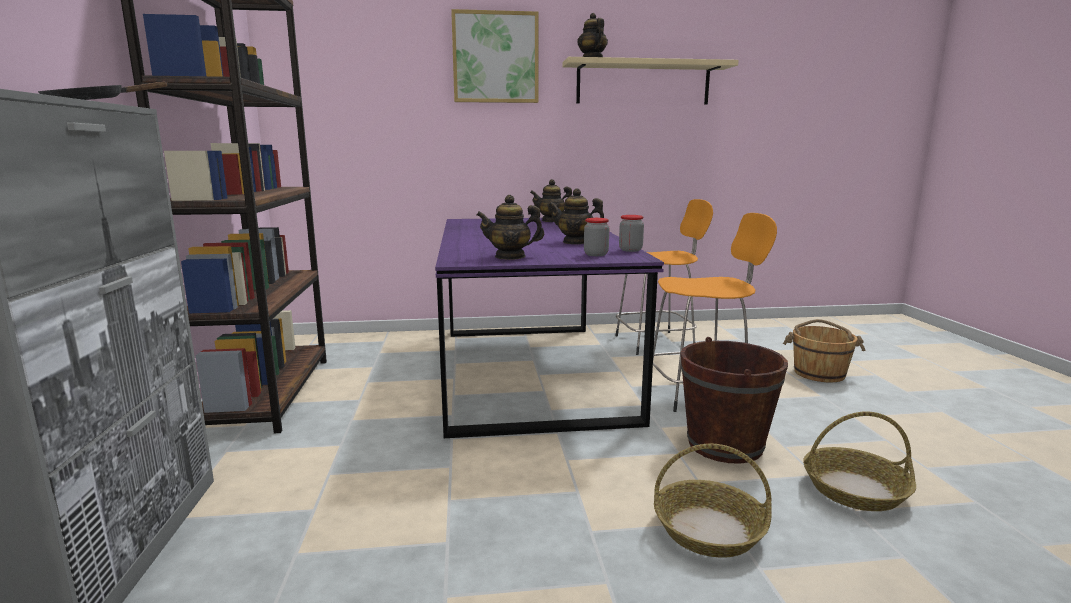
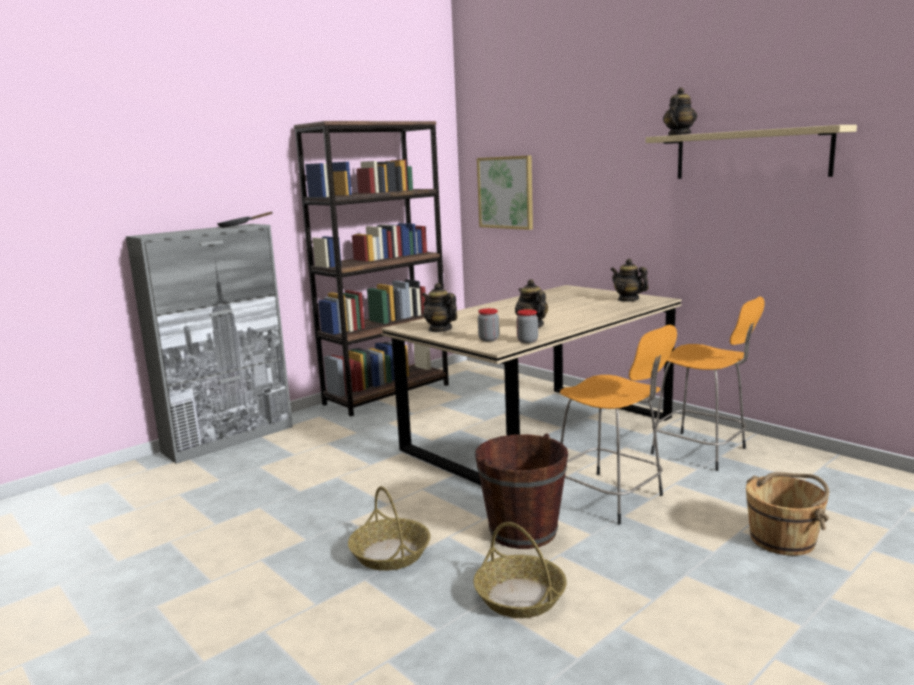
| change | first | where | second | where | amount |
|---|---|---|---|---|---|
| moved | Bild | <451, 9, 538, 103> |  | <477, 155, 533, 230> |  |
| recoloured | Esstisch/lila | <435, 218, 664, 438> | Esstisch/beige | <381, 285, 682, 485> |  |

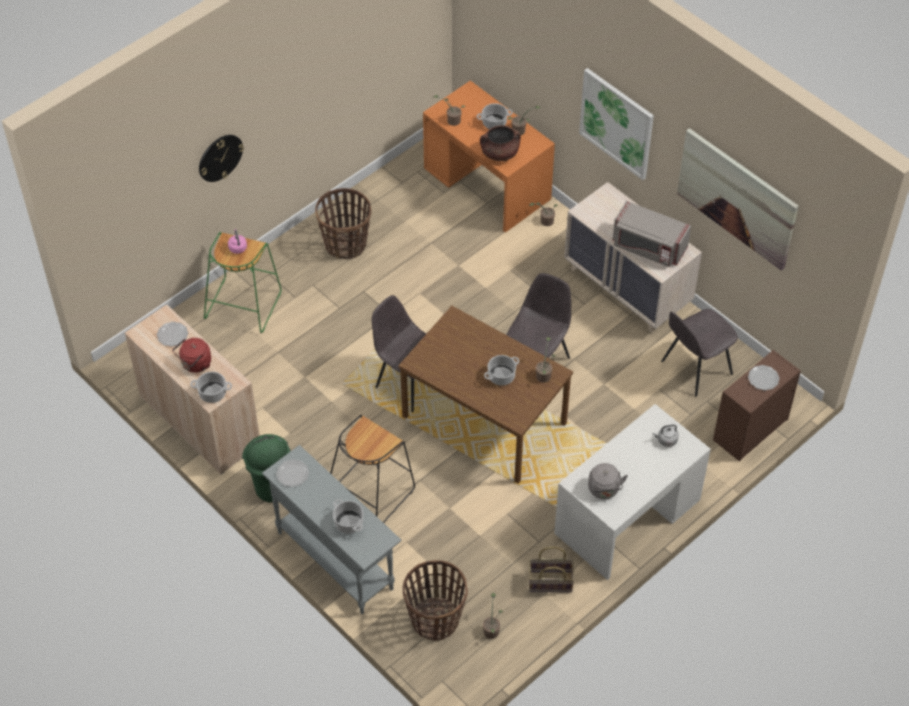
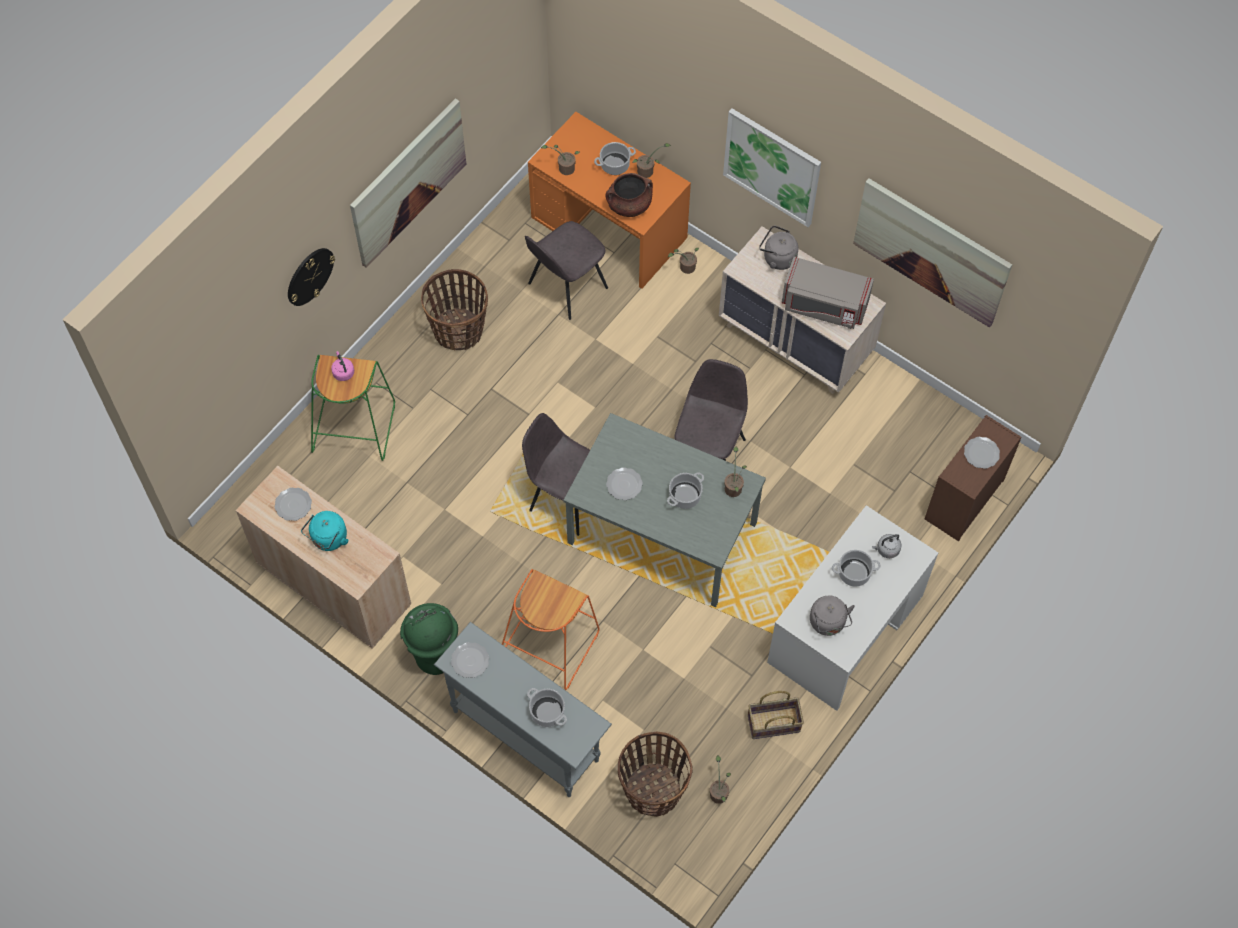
| change | first | where | second | where | amount |
|---|---|---|---|---|---|
| added |  |  | Bild | <350, 98, 466, 268> |  |
| added |  |  | Teller | <606, 467, 643, 500> |  |
| added |  |  | Wasserkessel/grau | <759, 225, 798, 270> |  |
| moved | Kochtopf | <190, 372, 232, 403> |  | <832, 550, 880, 587> |  |
| moved | Stuhl/grau | <661, 309, 738, 397> |  | <525, 221, 608, 320> |  |
| recoloured | Wasserkessel/rot | <172, 338, 211, 373> | Wasserkessel/türkis | <301, 511, 348, 551> |  |
| recoloured | Hocker/schwarz | <330, 415, 415, 523> | Hocker/orange | <502, 569, 600, 690> |  |
| recoloured | Esstisch/braun | <398, 306, 573, 484> | Esstisch/grau | <563, 413, 766, 607> |  |

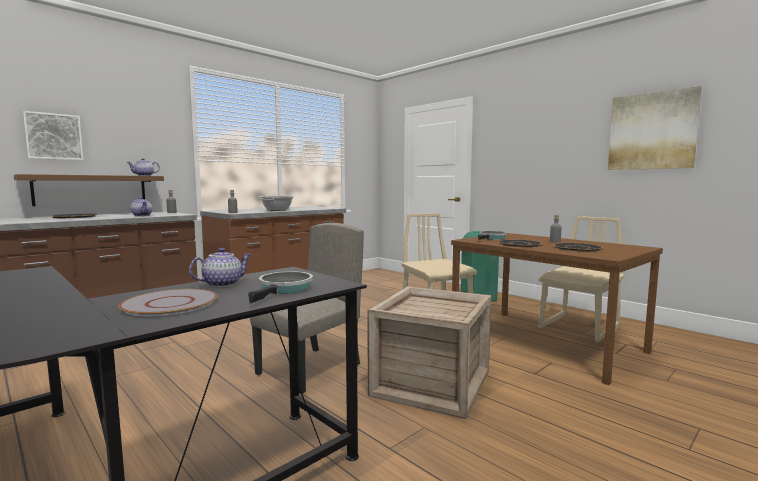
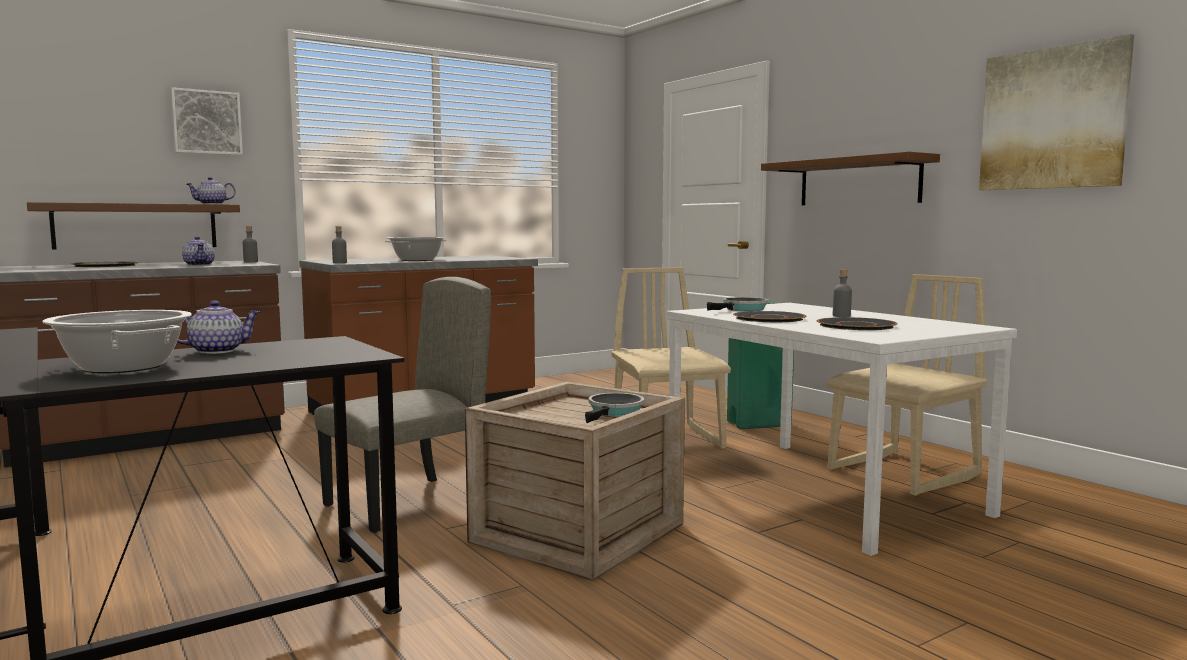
| change | first | where | second | where | amount |
|---|---|---|---|---|---|
| added |  |  | Wandregal/braun | <761, 151, 940, 205> |  |
| moved | Bild | <23, 111, 83, 160> |  | <171, 87, 243, 155> |  |
| moved | Pfanne | <248, 271, 313, 303> |  | <585, 393, 644, 423> |  |
| replaced | Teller/grau | <118, 289, 218, 317> | Kochtopf | <43, 310, 192, 373> |  |
| recoloured | Esstisch/braun | <451, 233, 663, 385> | Esstisch/weiß | <667, 303, 1017, 556> |  |

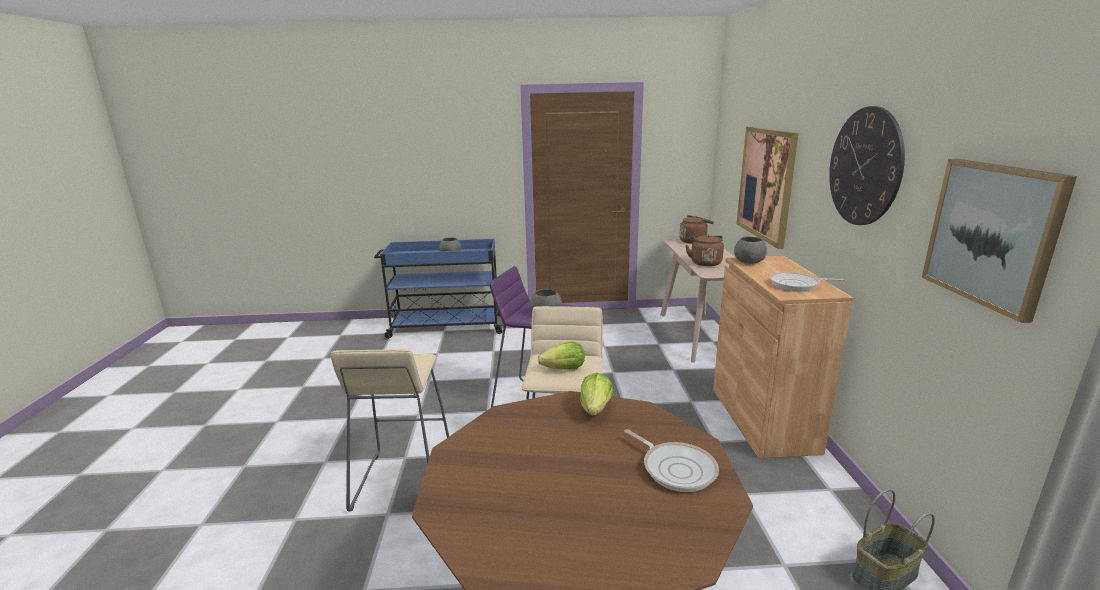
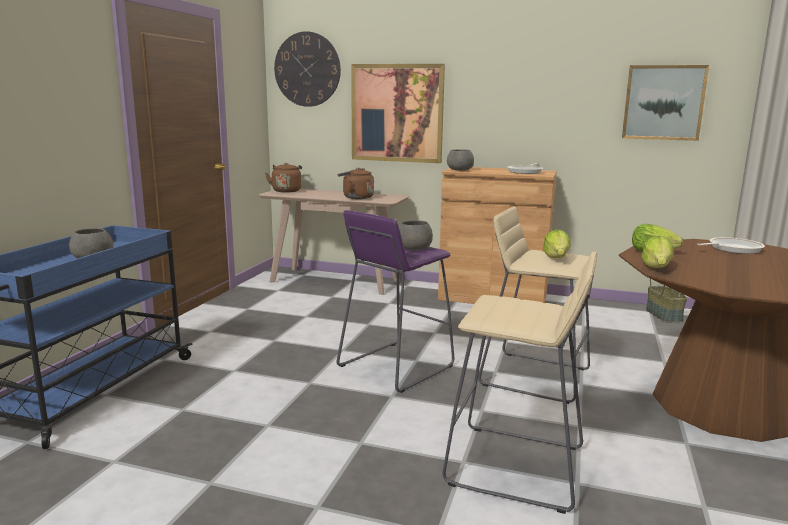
| change | first | where | second | where | amount |
|---|---|---|---|---|---|
| added |  |  | Salatkopf | <641, 236, 674, 268> |  |
| moved | Wanduhr | <829, 106, 905, 225> |  | <274, 31, 341, 107> |  |

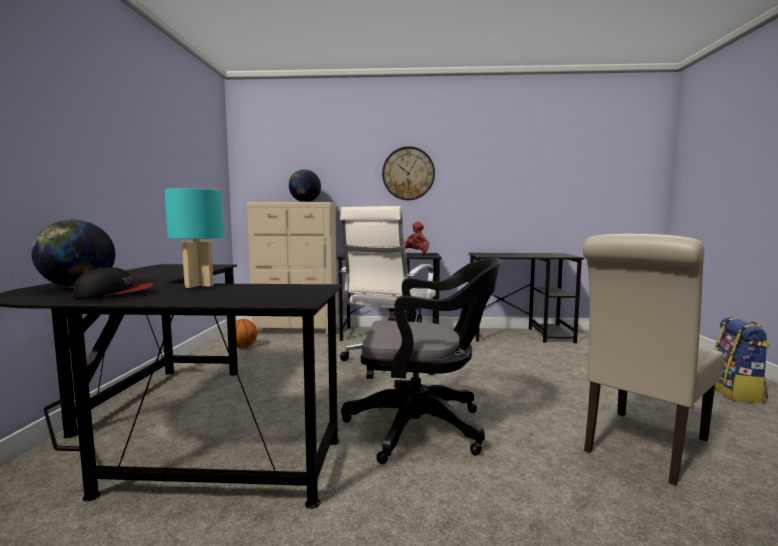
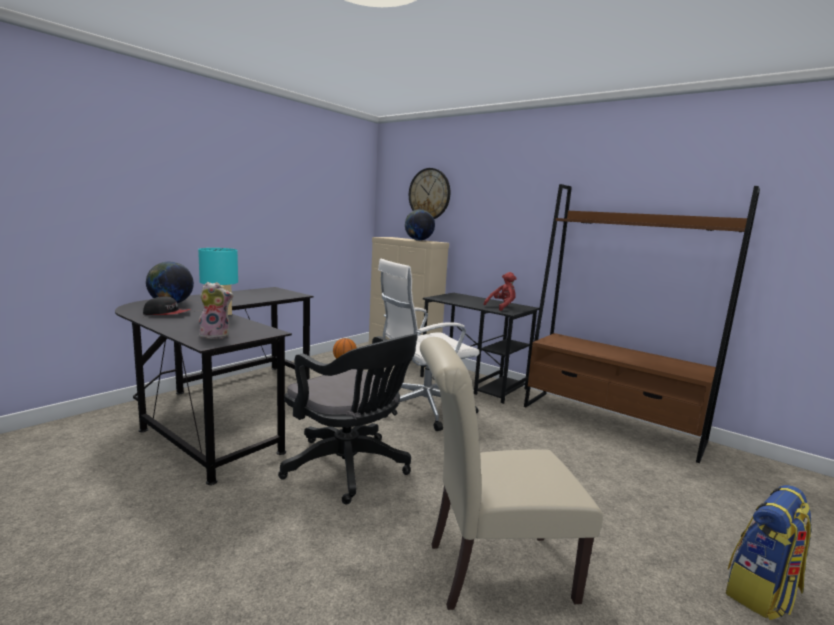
| change | first | where | second | where | amount |
|---|---|---|---|---|---|
| added |  |  | Plüschtier | <199, 282, 233, 339> |  |
| moved | Wanduhr | <382, 146, 435, 200> |  | <409, 168, 450, 219> |  |
| replaced | Schreibtisch/schwarz | <469, 253, 584, 343> | Bücherregal/braun | <524, 184, 760, 463> |  |

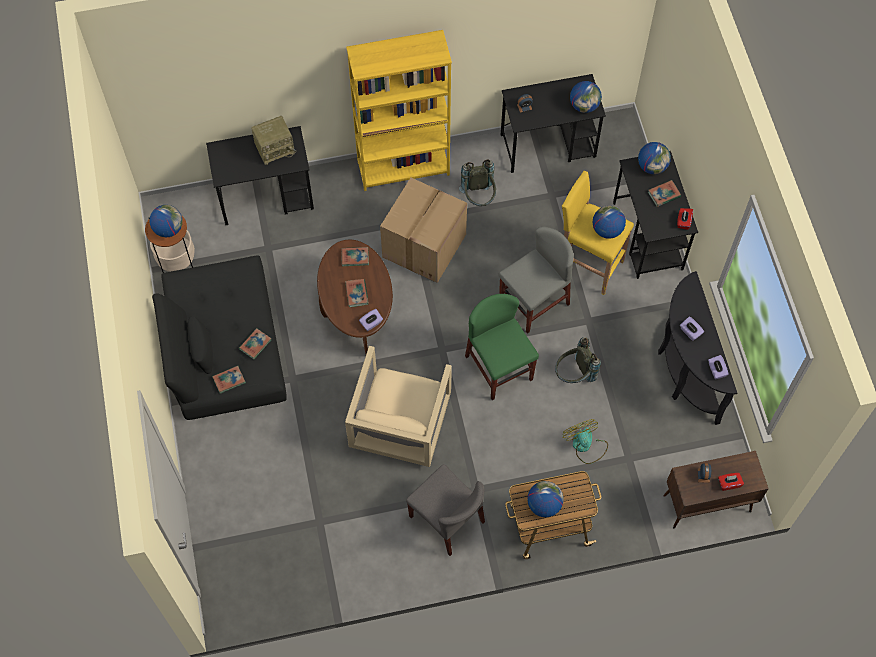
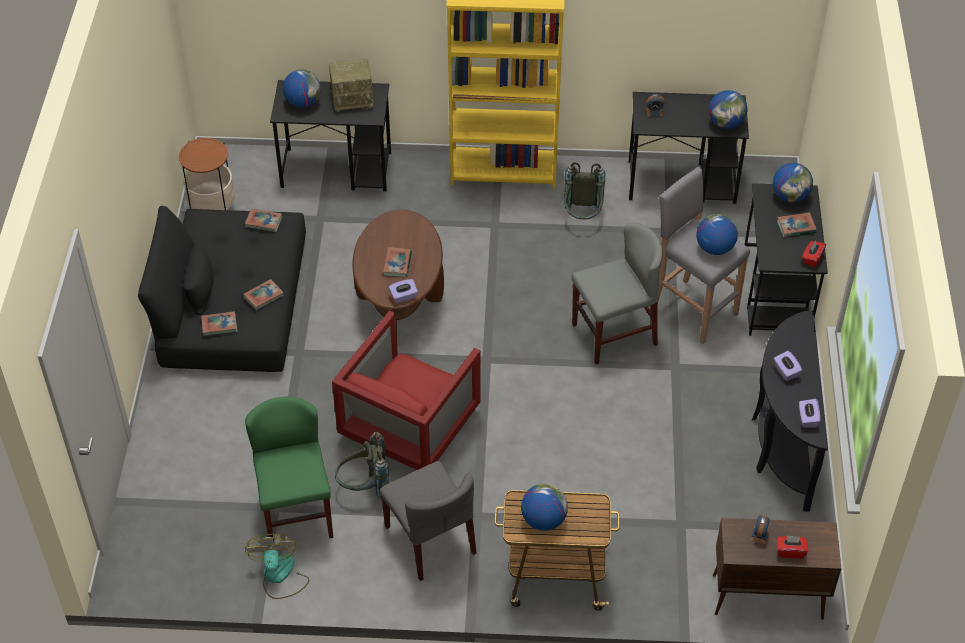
| change | first | where | second | where | amount |
|---|---|---|---|---|---|
| removed | Karton | <380, 178, 467, 283> |  |  |  |
| moved | Globus | <150, 205, 183, 237> |  | <283, 69, 321, 108> |  |
| moved | Buch | <341, 247, 369, 266> |  | <245, 209, 283, 232> |  |
| moved | Stuhl/grün | <465, 294, 539, 400> |  | <245, 397, 333, 541> |  |
| moved | Rucksack/grau | <555, 337, 601, 383> |  | <335, 432, 389, 500> |  |
| moved | Ventilator | <563, 419, 608, 464> |  | <245, 534, 309, 599> |  |
| recoloured | Sessel/beige | <345, 346, 452, 467> | Sessel/rot | <332, 311, 481, 470> |  |
| recoloured | Hocker/gelb | <562, 171, 634, 295> | Hocker/grau | <657, 167, 750, 344> |  |

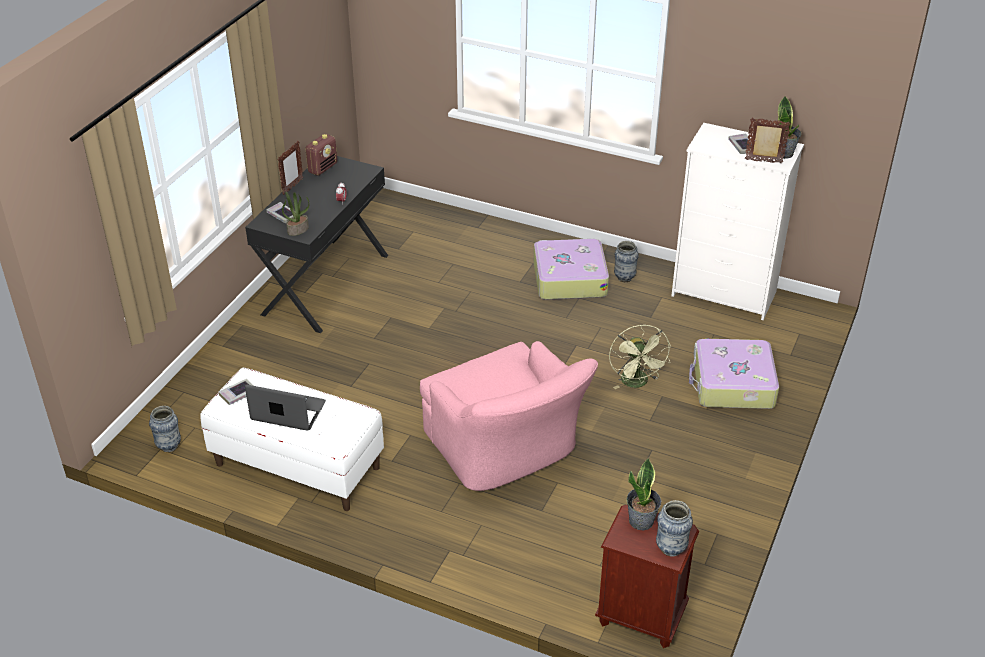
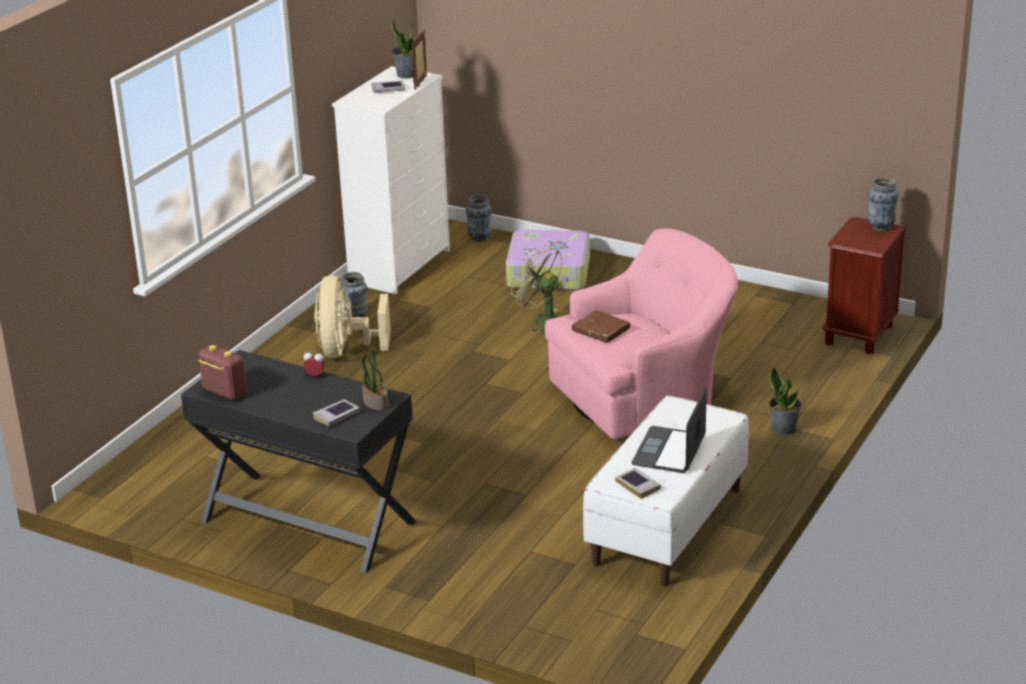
| change | first | where | second | where | amount |
|---|---|---|---|---|---|
| removed | Bilderrahmen | <278, 141, 303, 195> |  |  |  |
| added |  |  | Buch/braun | <572, 310, 630, 343> |  |
| moved | Vase | <149, 406, 181, 452> |  | <466, 195, 492, 242> |  |
| moved | Topfpflanze | <627, 458, 661, 530> |  | <769, 367, 802, 435> |  |
| replaced | Koffer | <534, 238, 609, 300> | Ventilator/beige | <314, 275, 391, 358> |  |
| turned | Ventilator/grün | <609, 325, 671, 389> |  | <511, 245, 562, 334> | 135 degrees counterclockwise |

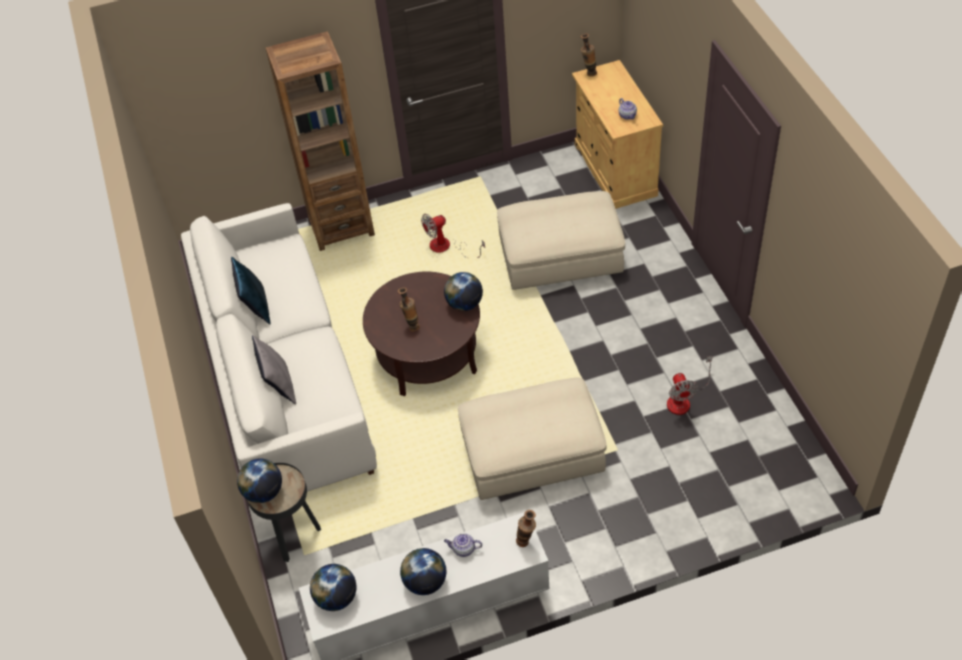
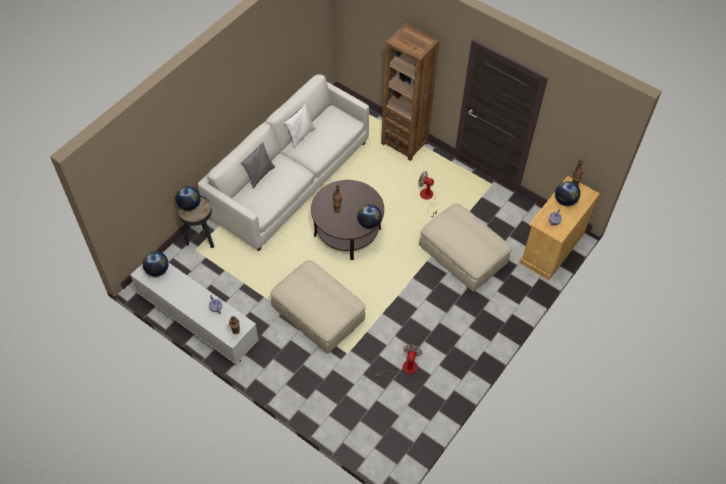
| change | first | where | second | where | amount |
|---|---|---|---|---|---|
| moved | Globus | <400, 548, 446, 595> |  | <555, 181, 580, 206> |  |
| recoloured | Kissen/blau | <231, 257, 271, 324> | Kissen/weiß | <284, 104, 316, 148> |  |
| turned | Ventilator | <667, 356, 713, 415> |  | <377, 344, 423, 380> | 150 degrees clockwise |

